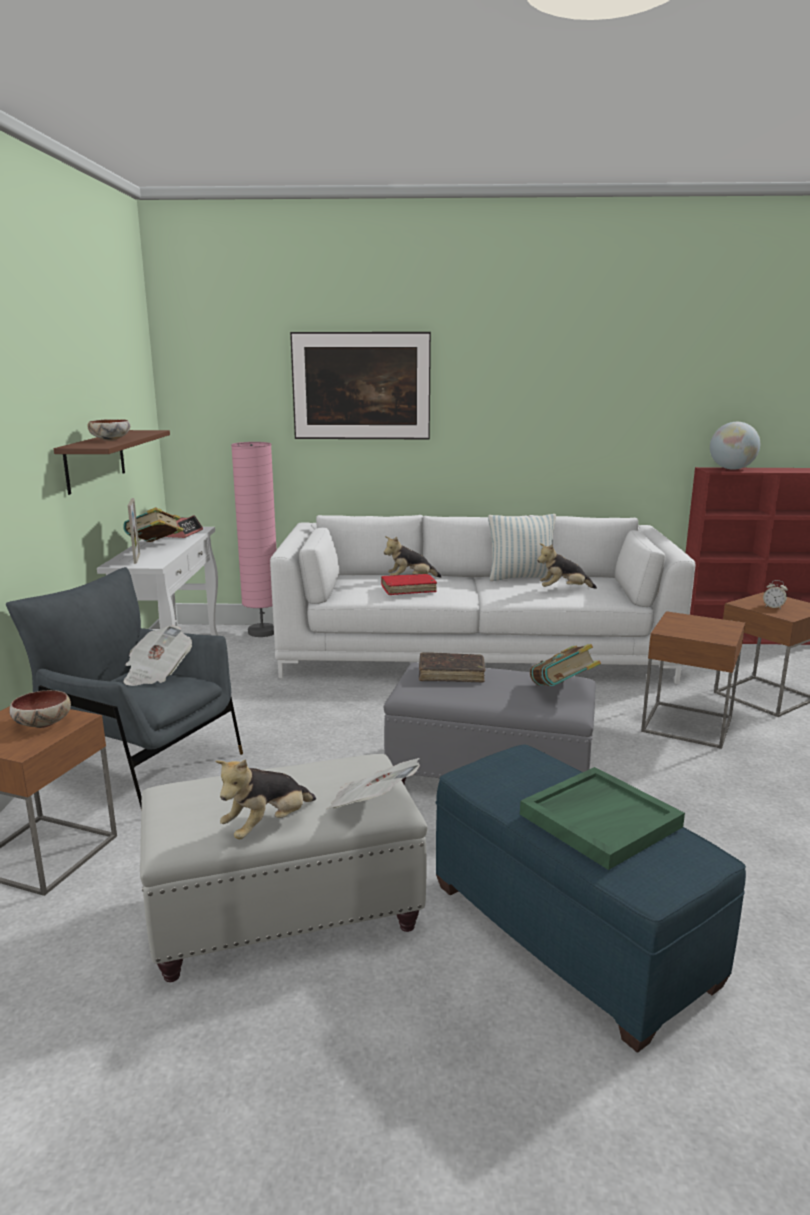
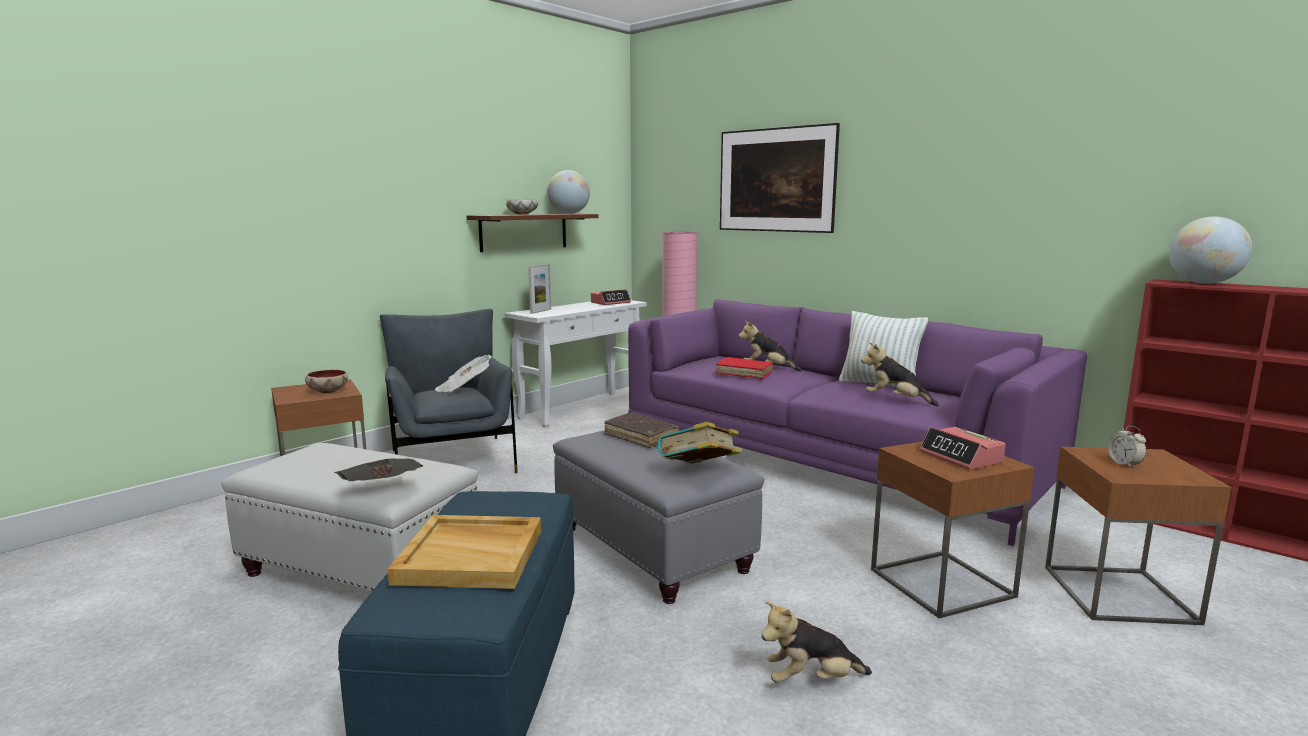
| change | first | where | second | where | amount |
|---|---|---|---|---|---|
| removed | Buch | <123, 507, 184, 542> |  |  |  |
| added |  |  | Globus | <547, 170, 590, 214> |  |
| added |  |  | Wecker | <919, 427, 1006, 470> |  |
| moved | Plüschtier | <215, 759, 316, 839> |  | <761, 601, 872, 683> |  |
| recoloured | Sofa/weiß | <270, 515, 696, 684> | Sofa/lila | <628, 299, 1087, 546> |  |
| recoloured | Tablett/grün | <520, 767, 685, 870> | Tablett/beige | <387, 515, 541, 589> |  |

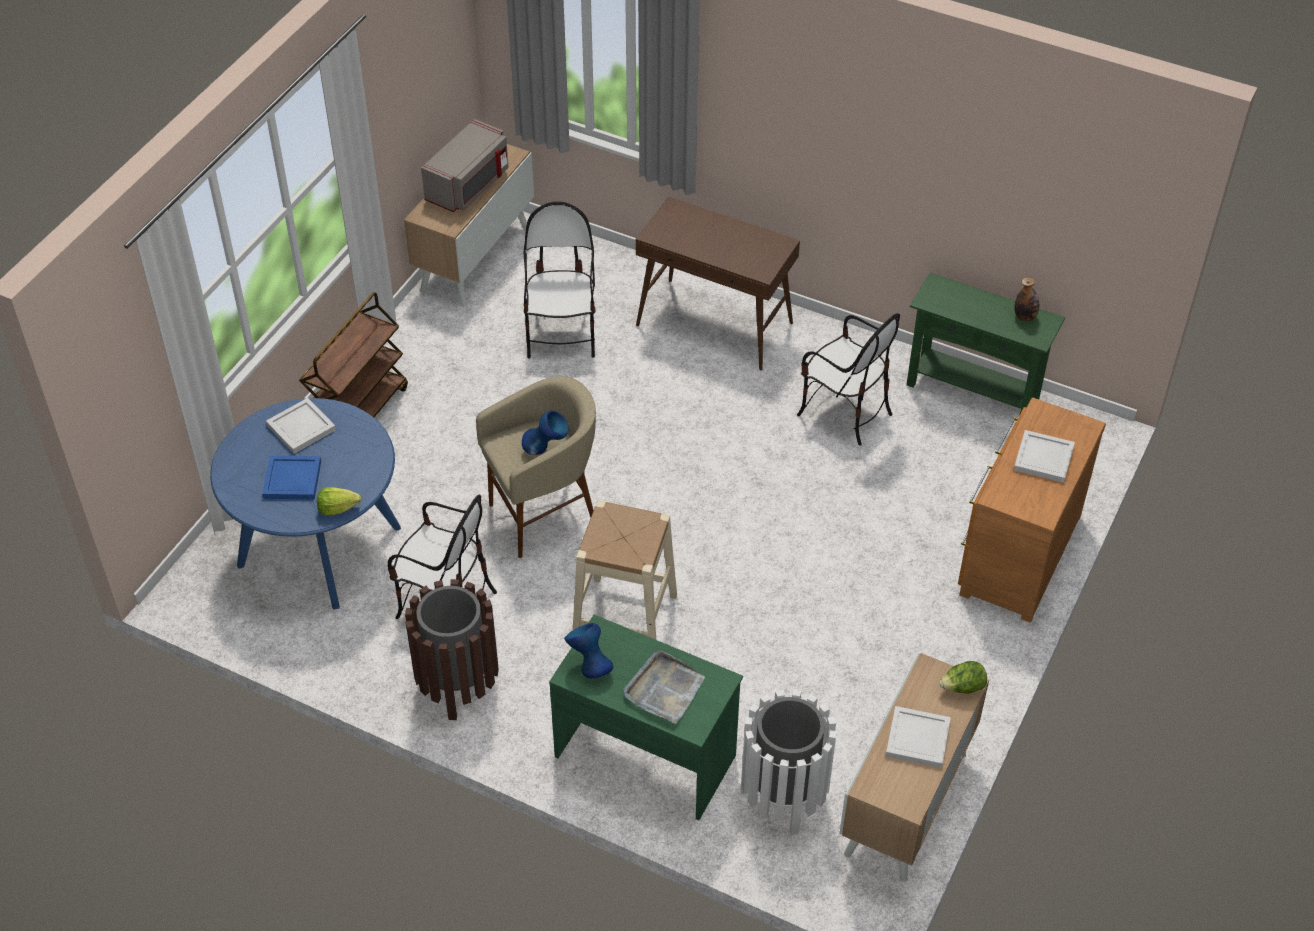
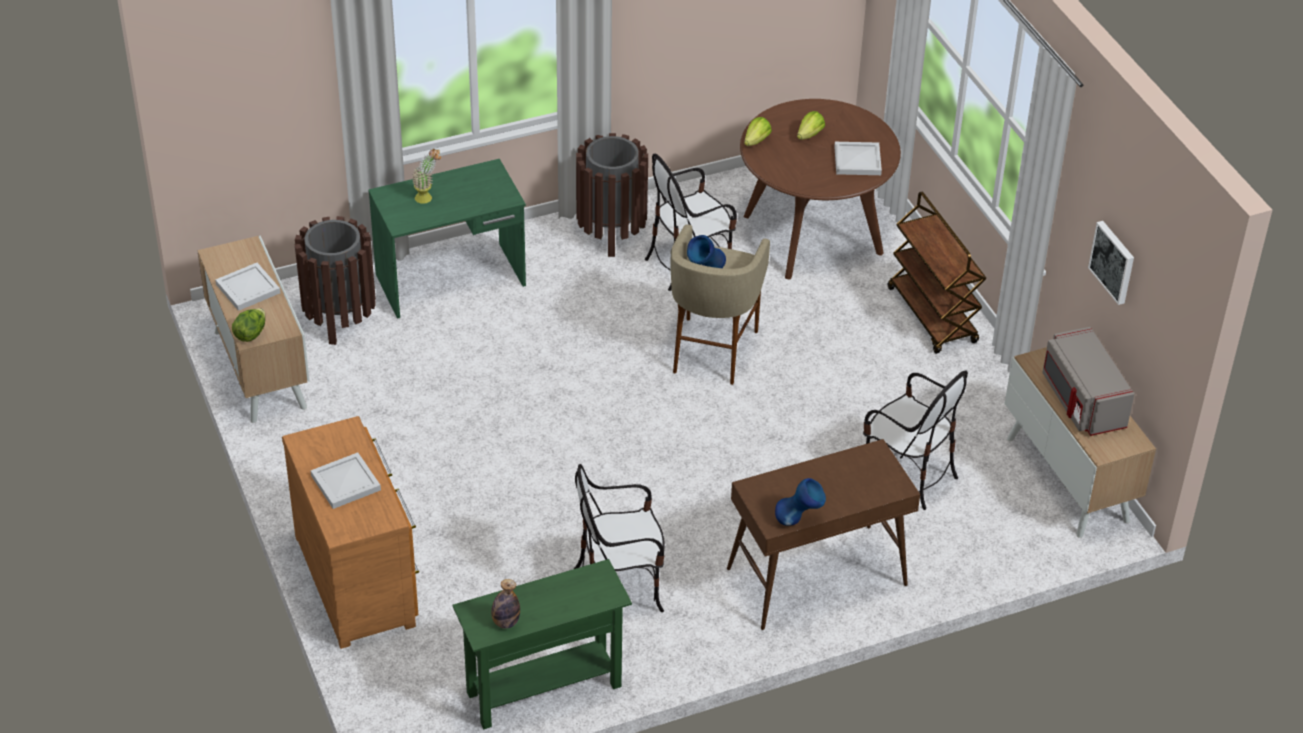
| change | first | where | second | where | amount |
|---|---|---|---|---|---|
| removed | Hocker/beige | <573, 501, 677, 640> |  |  |  |
| added |  |  | Bild | <1088, 221, 1134, 305> |  |
| moved | Vase/blau | <564, 623, 613, 679> |  | <775, 478, 826, 526> |  |
| replaced | Tablett/blau | <262, 456, 321, 499> | Salatkopf | <797, 111, 825, 140> |  |
| replaced | Tablett/grau | <624, 650, 705, 724> | Topfpflanze | <412, 149, 441, 204> |  |
| recoloured | Esstisch/blau | <210, 398, 401, 610> | Esstisch/braun | <740, 99, 901, 280> |  |
| recoloured | Mülleimer/weiß | <740, 690, 837, 835> | Mülleimer/braun | <295, 216, 376, 345> |  |

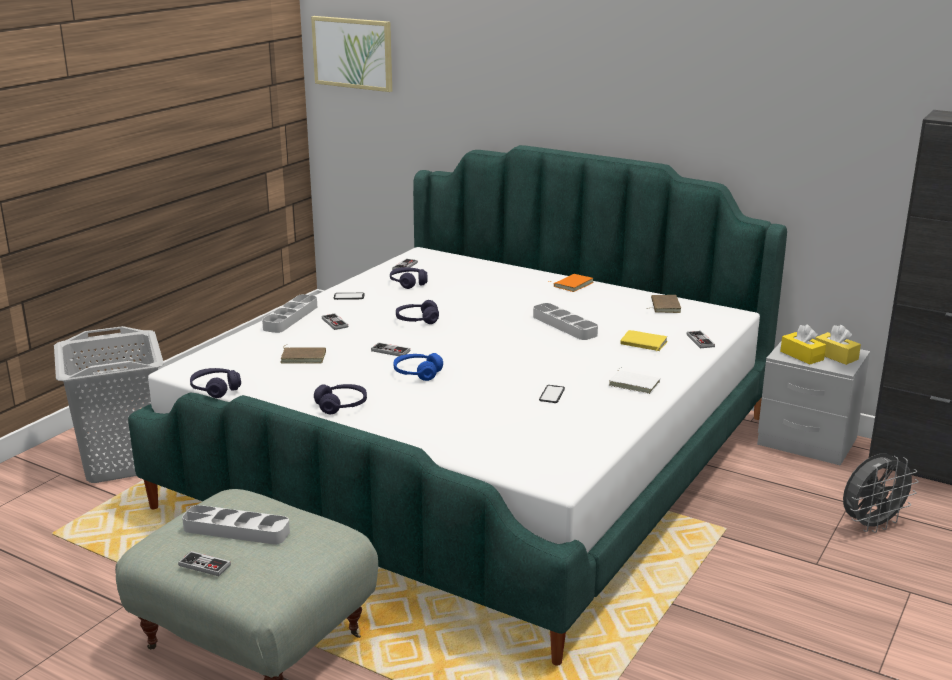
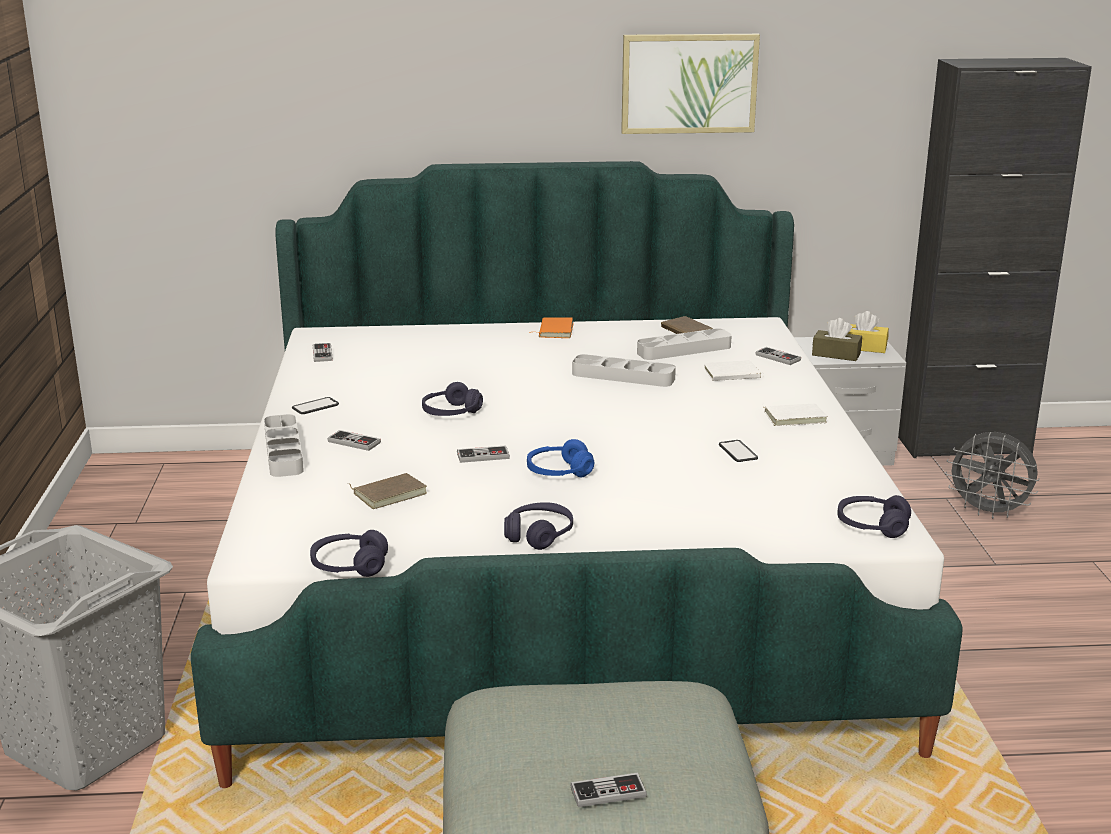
| change | first | where | second | where | amount |
|---|---|---|---|---|---|
| moved | Tablett/grau | <182, 505, 290, 545> |  | <637, 328, 732, 360> |  |
| moved | Bild | <311, 16, 392, 92> |  | <621, 34, 760, 134> |  |
| moved | Kopfhörer/lila | <390, 267, 428, 289> |  | <837, 495, 911, 538> |  |
| recoloured | Buch/gelb | <620, 330, 668, 351> | Buch/weiß | <704, 360, 764, 381> |  |
| recoloured | Taschentuchbox/gelb | <780, 324, 826, 364> | Taschentuchbox/braun | <812, 318, 862, 361> |  |
| turned | Ventilator/grau | <843, 454, 919, 533> |  | <945, 432, 1040, 519> | 90 degrees clockwise |

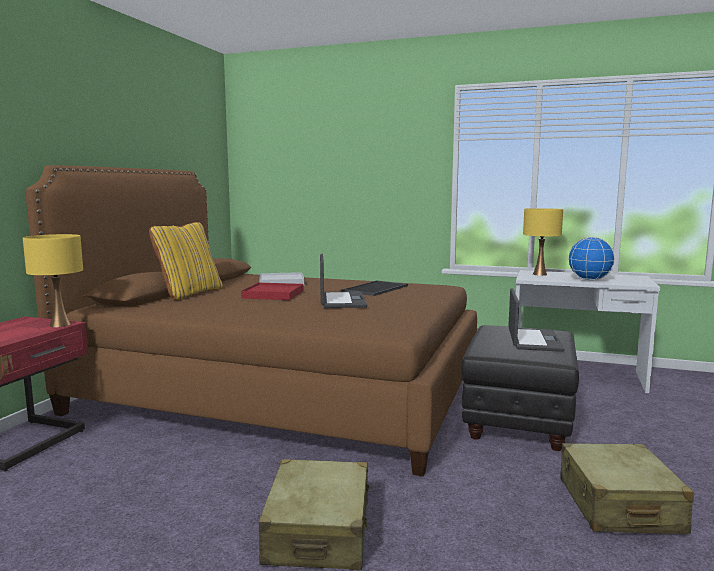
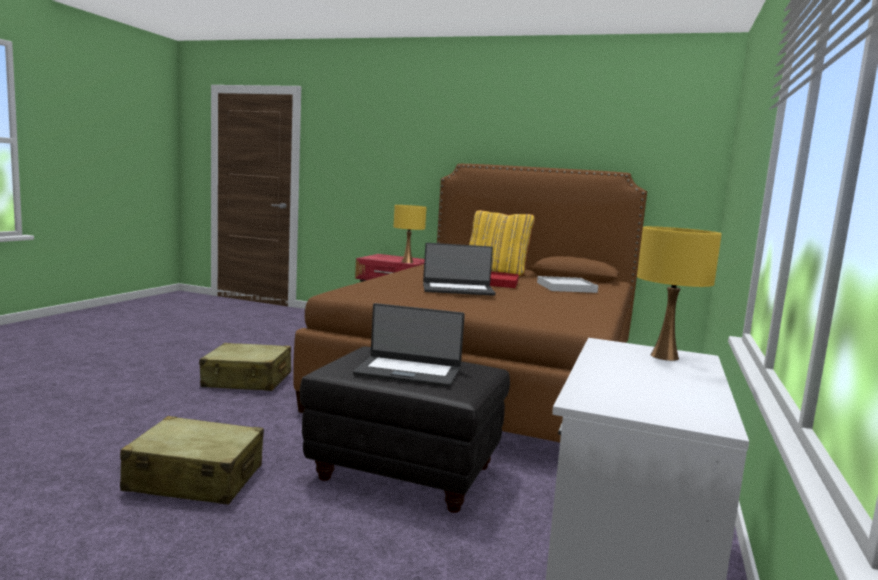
| change | first | where | second | where | amount |
|---|---|---|---|---|---|
| removed | Tablett | <341, 280, 408, 296> |  |  |  |
| removed | Globus | <568, 237, 615, 280> |  |  |  |

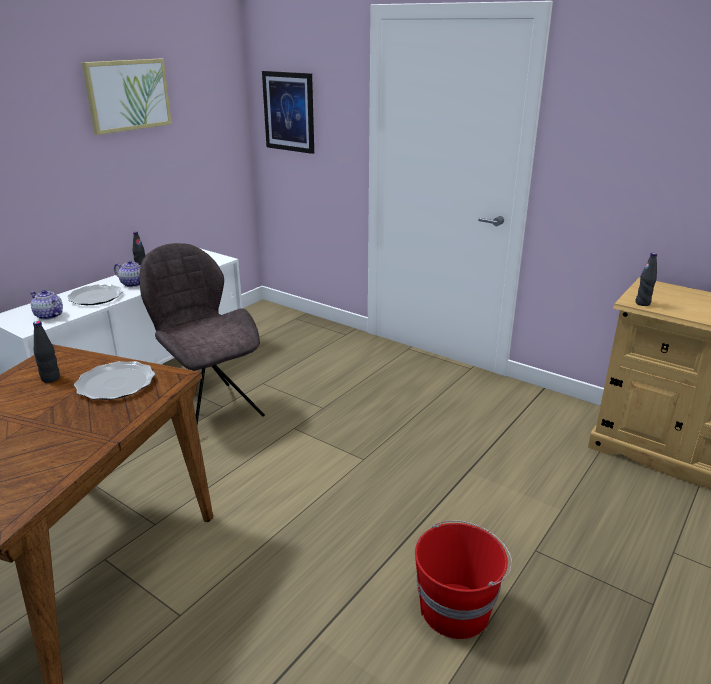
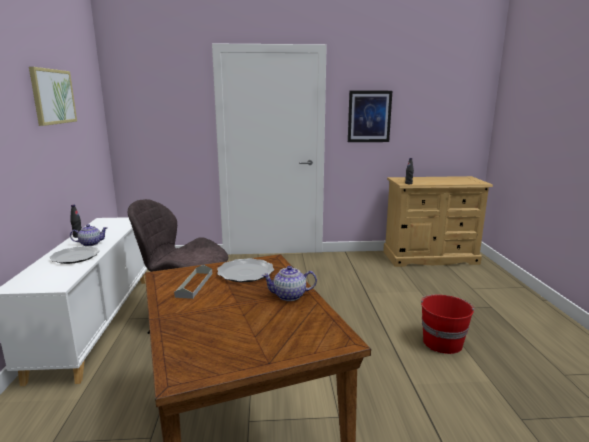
| change | first | where | second | where | amount |
|---|---|---|---|---|---|
| moved | Teekanne | <30, 290, 63, 320> |  | <262, 266, 317, 301> |  |
| moved | Bild | <262, 71, 314, 154> |  | <348, 91, 392, 142> |  |
| replaced | Flasche/schwarz | <33, 321, 60, 383> | Tablett/grau | <174, 265, 212, 299> |  |

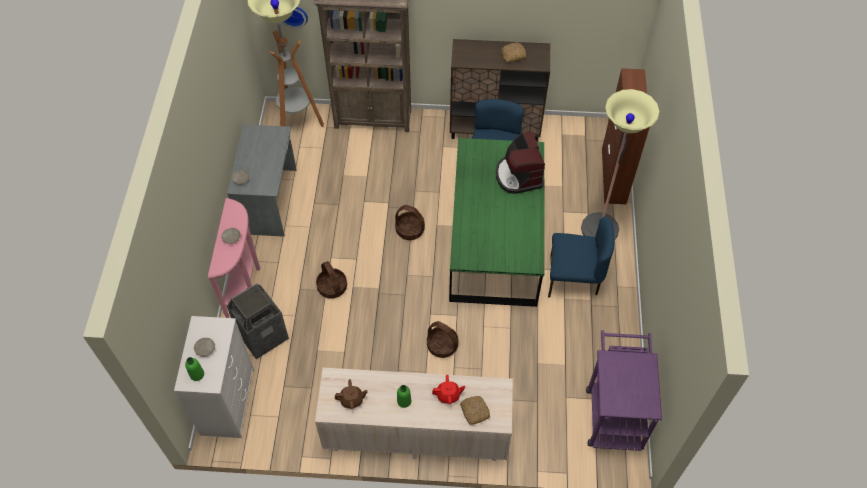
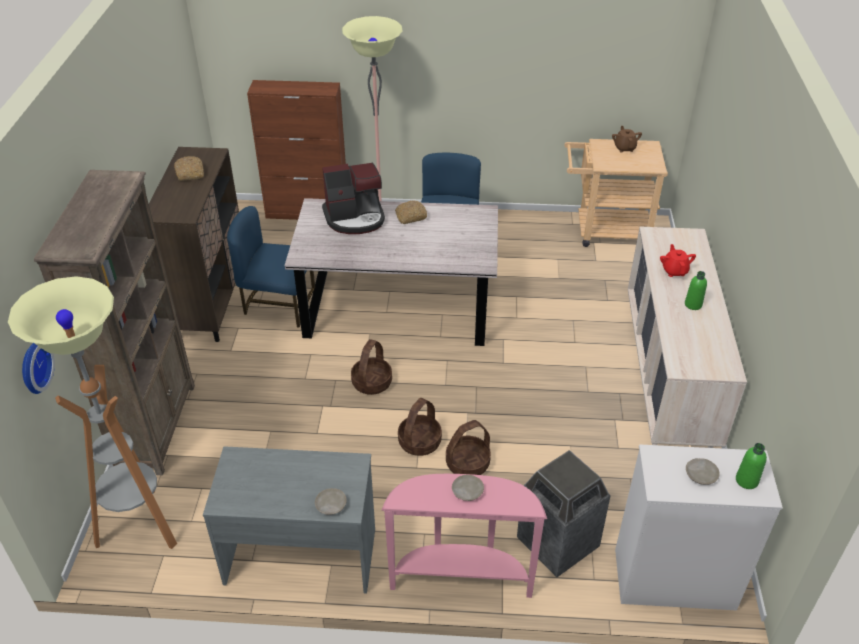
| change | first | where | second | where | amount |
|---|---|---|---|---|---|
| moved | Teekanne/braun | <335, 379, 368, 409> |  | <612, 126, 642, 152> |  |
| moved | Korb | <427, 321, 459, 358> |  | <398, 398, 442, 456> |  |
| moved | Brot | <460, 396, 490, 425> |  | <395, 200, 427, 224> |  |
| recoloured | Esstisch/grün | <449, 138, 545, 307> | Esstisch/grau | <285, 198, 498, 346> |  |
| recoloured | Rollwagen/lila | <586, 330, 662, 451> | Rollwagen/beige | <564, 139, 668, 247> |  |

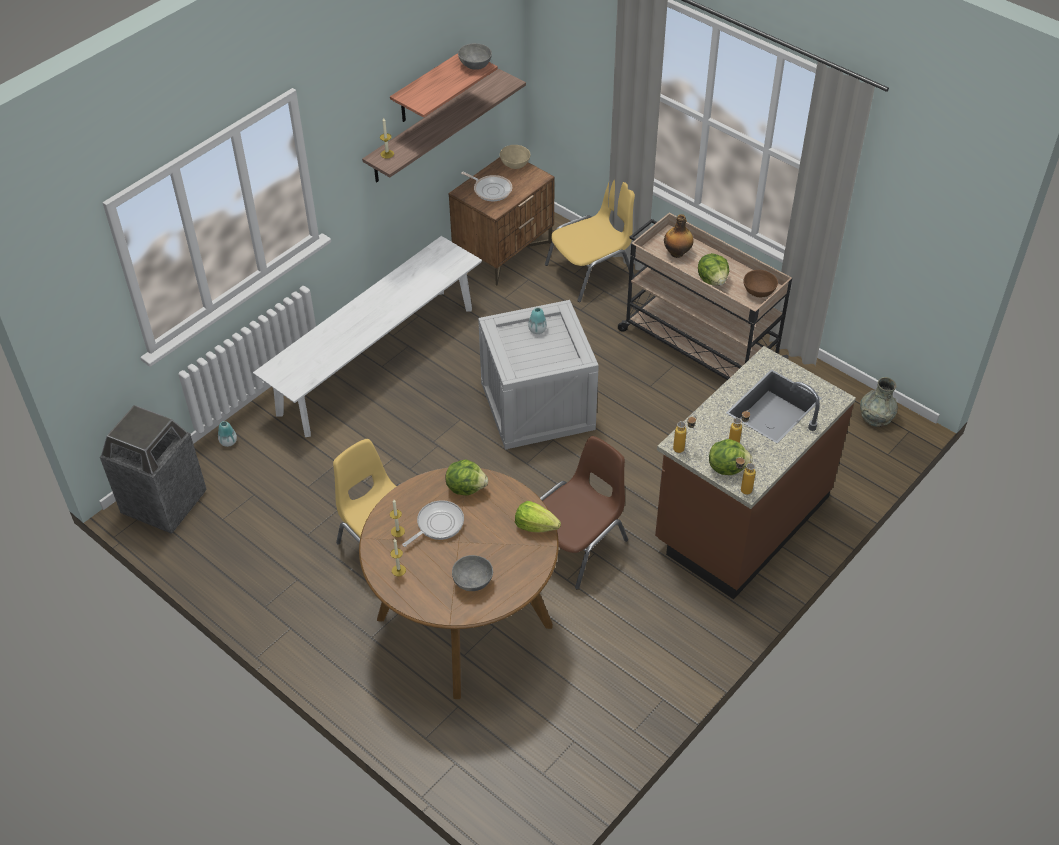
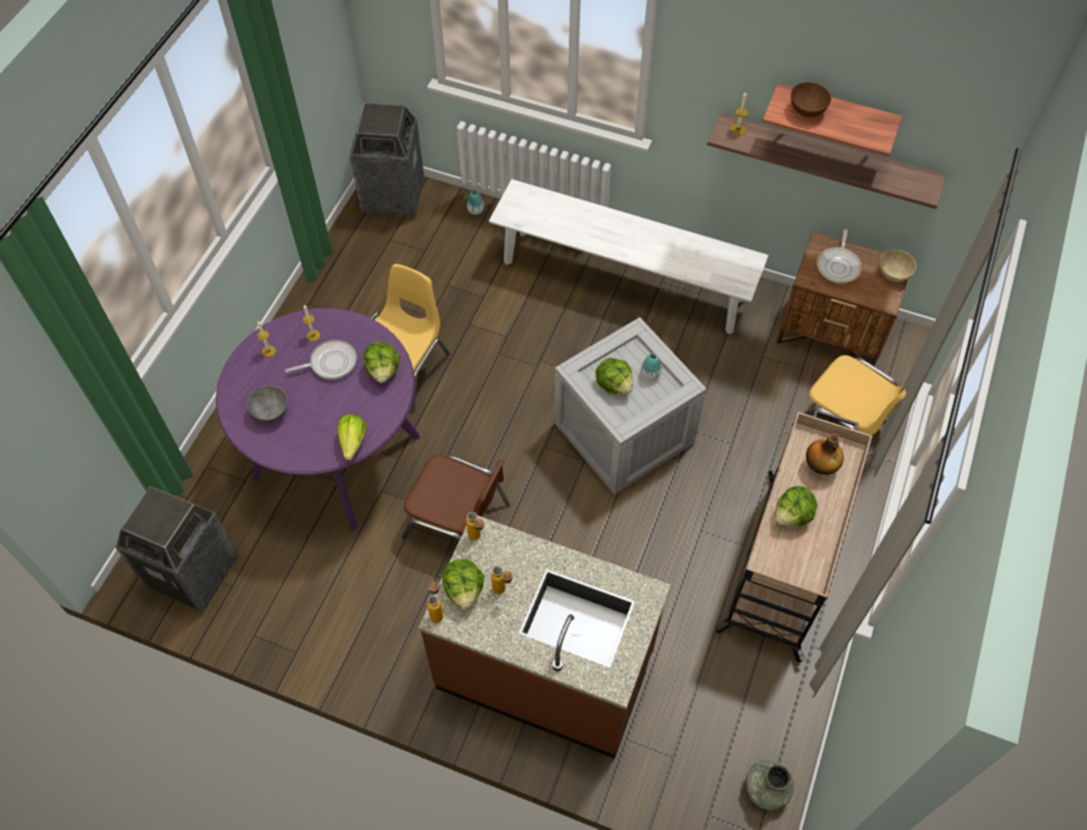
| change | first | where | second | where | amount |
|---|---|---|---|---|---|
| removed | Schüssel/grau | <458, 43, 492, 70> |  |  |  |
| added |  |  | Mülleimer | <115, 486, 239, 612> |  |
| added |  |  | Salatkopf | <596, 358, 633, 394> |  |
| moved | Schüssel/braun | <743, 270, 778, 297> |  | <791, 82, 831, 118> |  |
| recoloured | Esstisch/braun | <359, 468, 559, 699> | Esstisch/lila | <216, 308, 420, 530> |  |
| turned | Pfanne | <402, 500, 464, 547> |  | <285, 340, 357, 380> | 45 degrees counterclockwise |

